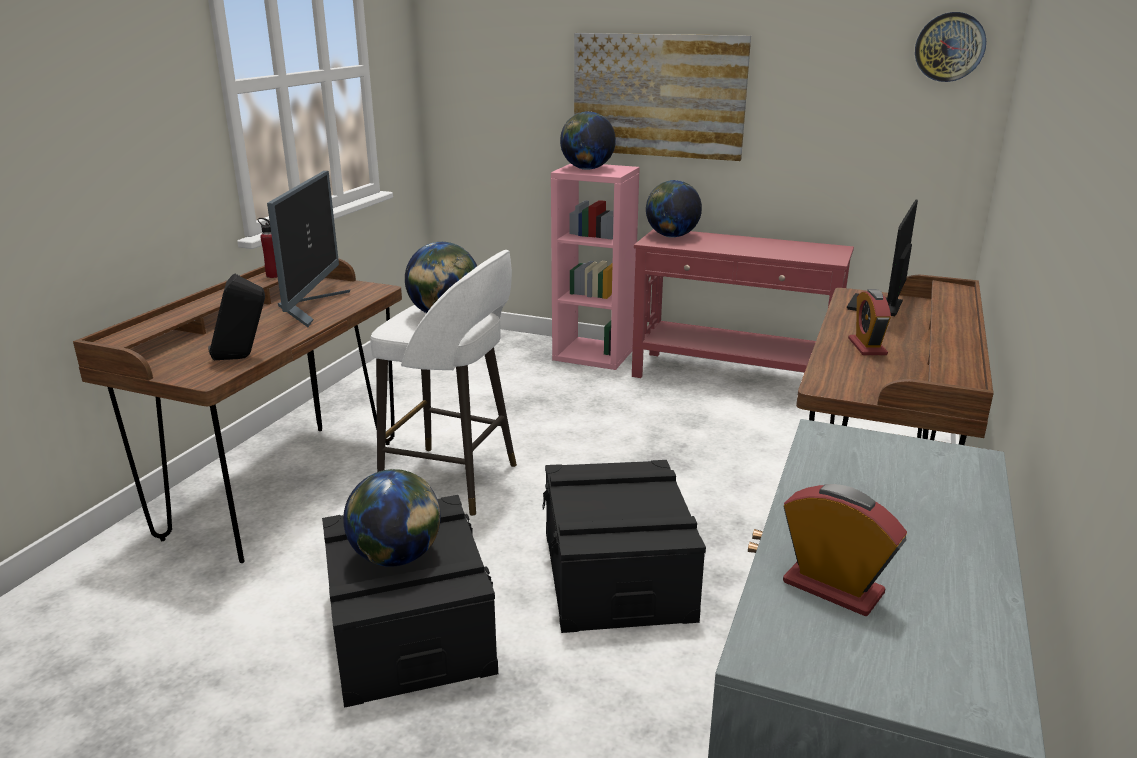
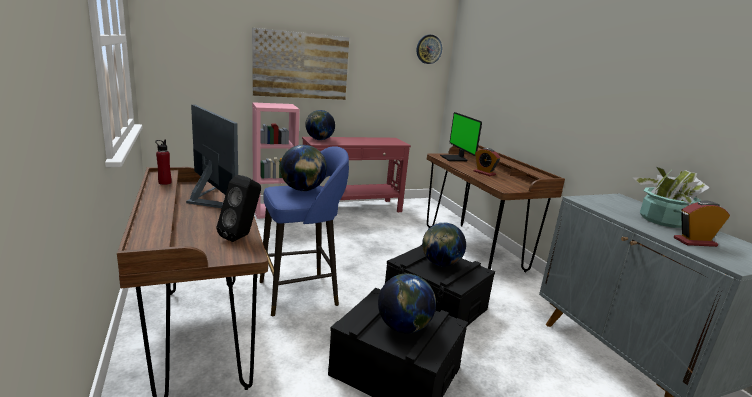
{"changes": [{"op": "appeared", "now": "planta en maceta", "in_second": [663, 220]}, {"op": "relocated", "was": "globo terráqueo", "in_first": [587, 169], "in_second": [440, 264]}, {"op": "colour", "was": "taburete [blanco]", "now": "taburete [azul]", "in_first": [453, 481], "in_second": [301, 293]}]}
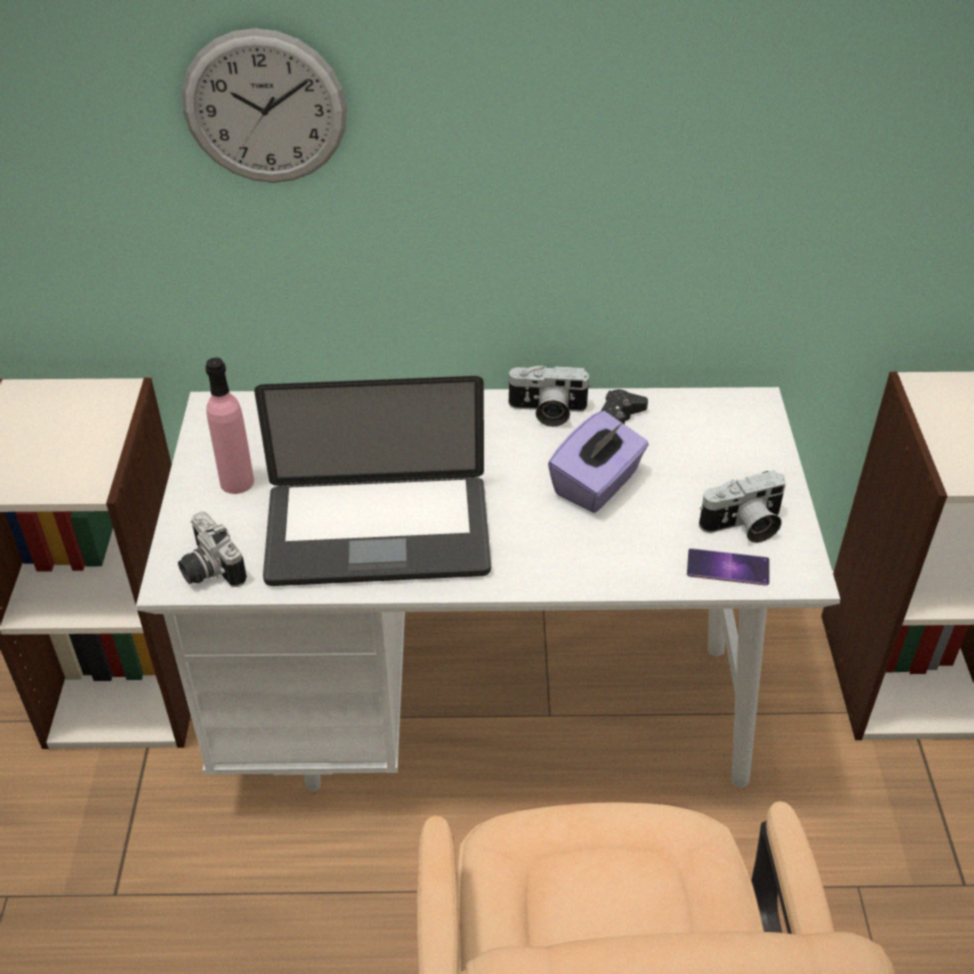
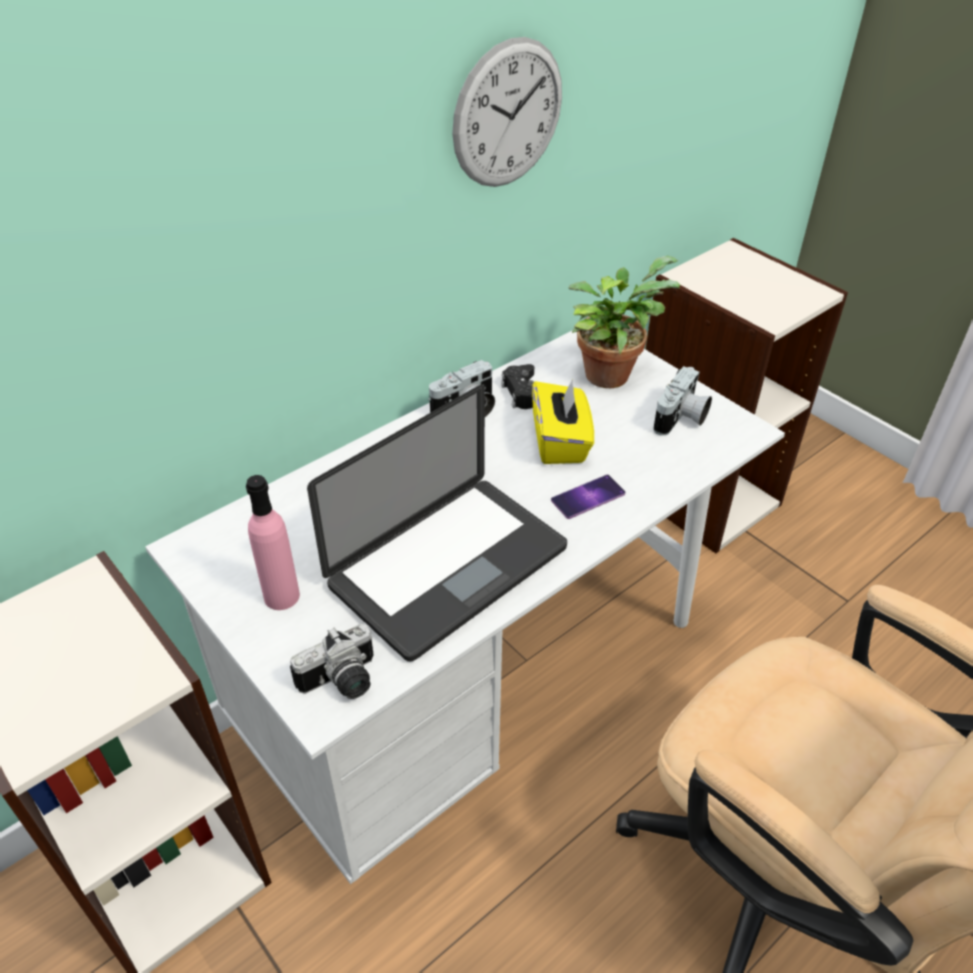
{"changes": [{"op": "appeared", "now": "planta en maceta", "in_second": [610, 372]}, {"op": "relocated", "was": "reloj de pared", "in_first": [265, 108], "in_second": [508, 114]}, {"op": "relocated", "was": "móvil", "in_first": [728, 567], "in_second": [588, 497]}, {"op": "colour", "was": "caja de pañuelos [morado]", "now": "caja de pañuelos [amarillo]", "in_first": [597, 484], "in_second": [560, 442]}, {"op": "spun", "was": "cámara", "in_first": [208, 570], "in_second": [342, 683], "clockwise": -45}]}
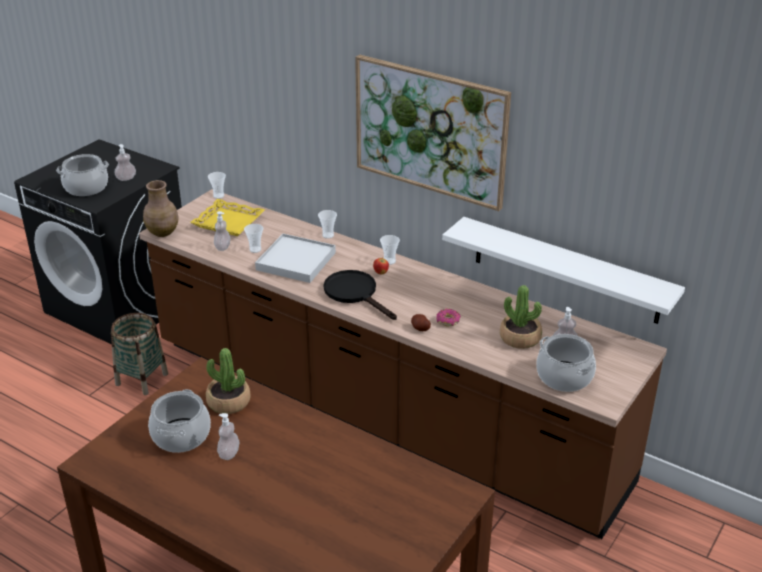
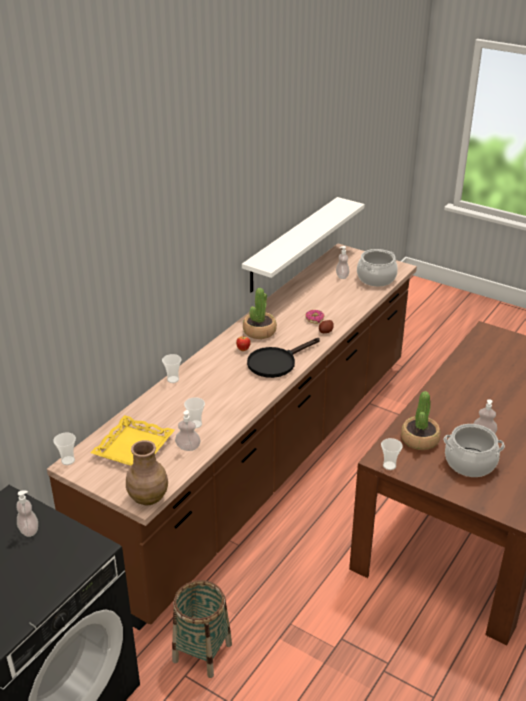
{"changes": [{"op": "missing", "was": "olla", "in_first": [86, 187]}, {"op": "missing", "was": "bandeja [blanco]", "in_first": [295, 261]}, {"op": "missing", "was": "cuadro", "in_first": [430, 130]}, {"op": "relocated", "was": "taza", "in_first": [389, 261], "in_second": [389, 465]}, {"op": "relocated", "was": "planta en maceta", "in_first": [520, 338], "in_second": [259, 331]}]}
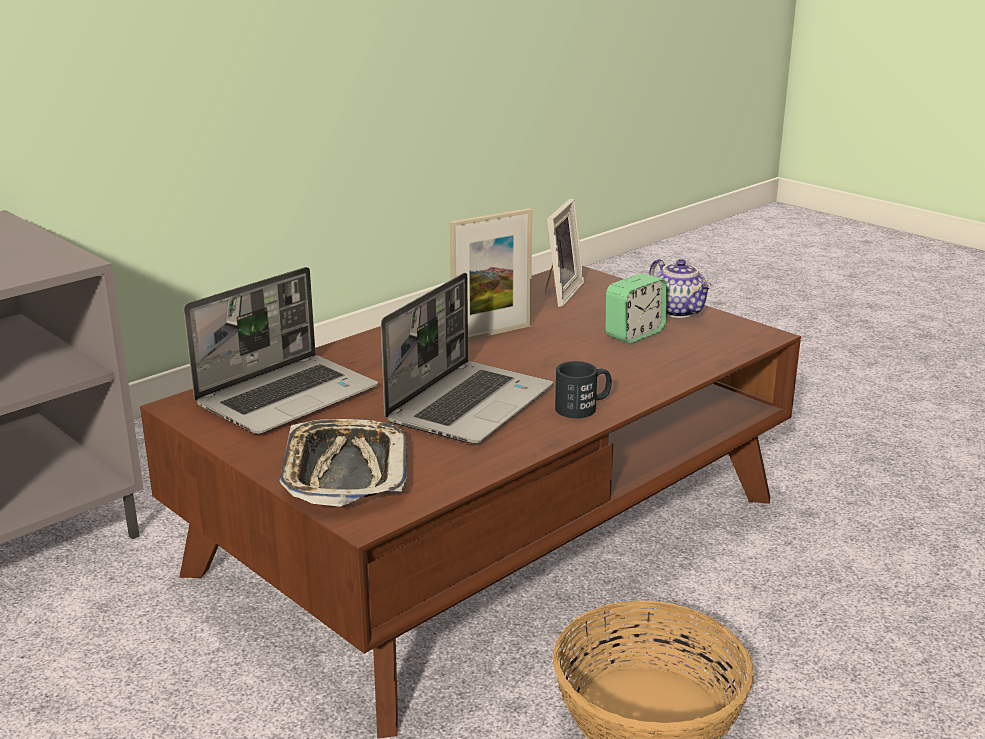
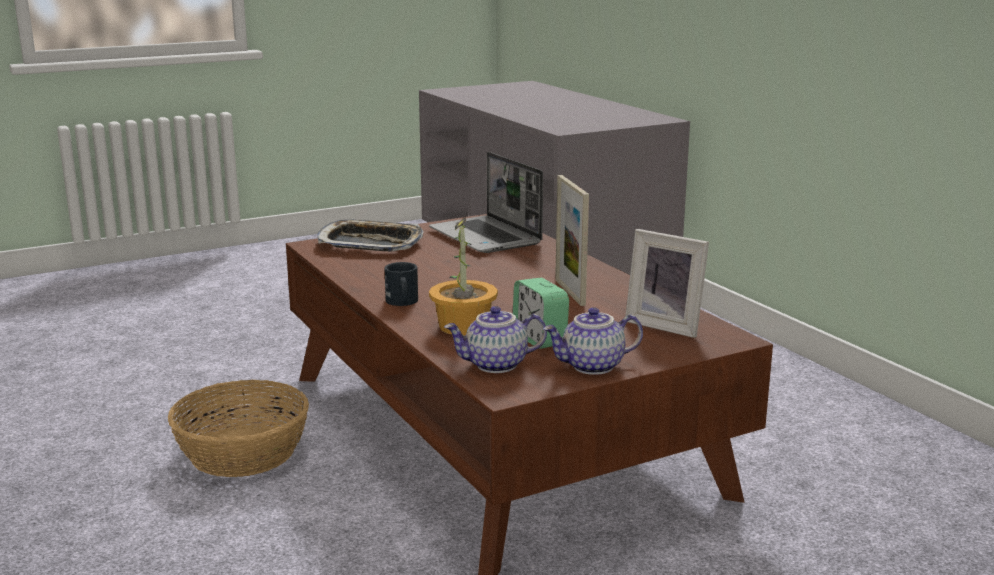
{"changes": [{"op": "missing", "was": "portátil", "in_first": [470, 404]}, {"op": "appeared", "now": "planta en maceta", "in_second": [464, 326]}, {"op": "appeared", "now": "tetera", "in_second": [496, 365]}]}
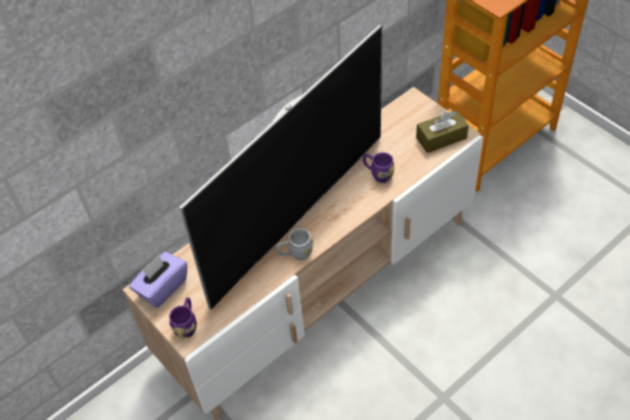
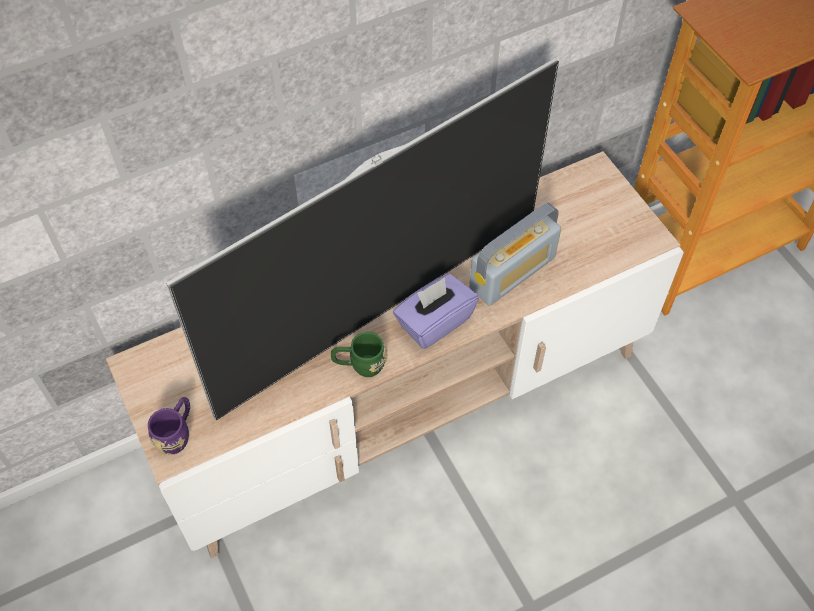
{"changes": [{"op": "missing", "was": "caja de pañuelos [marrón]", "in_first": [441, 138]}, {"op": "relocated", "was": "caja de pañuelos [morado]", "in_first": [162, 287], "in_second": [434, 322]}, {"op": "exchanged", "was": "taza grande [morado]", "now": "radio", "in_first": [377, 174], "in_second": [512, 272]}, {"op": "colour", "was": "taza grande [gris]", "now": "taza grande [verde]", "in_first": [295, 253], "in_second": [359, 365]}]}
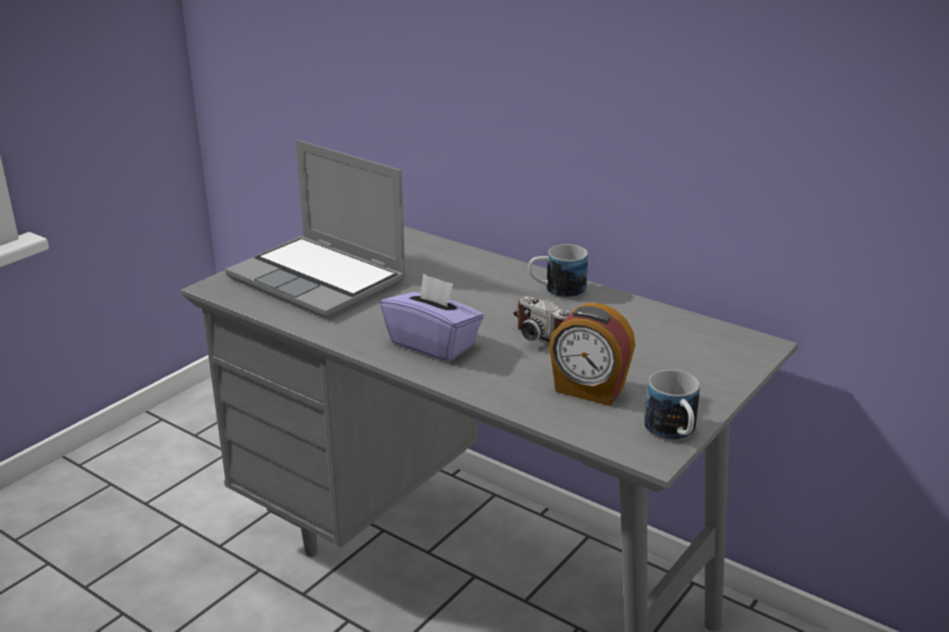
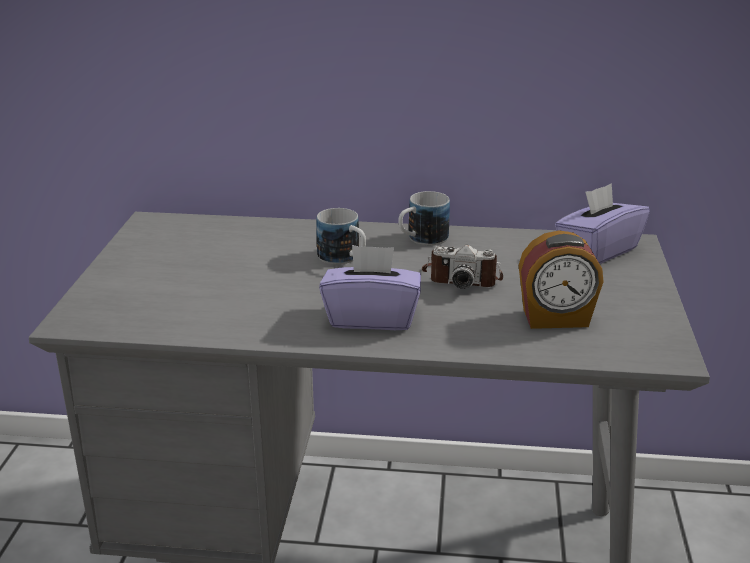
{"changes": [{"op": "missing", "was": "portátil", "in_first": [320, 279]}, {"op": "appeared", "now": "caja de pañuelos [morado]", "in_second": [597, 251]}, {"op": "relocated", "was": "taza grande", "in_first": [673, 434], "in_second": [344, 259]}]}
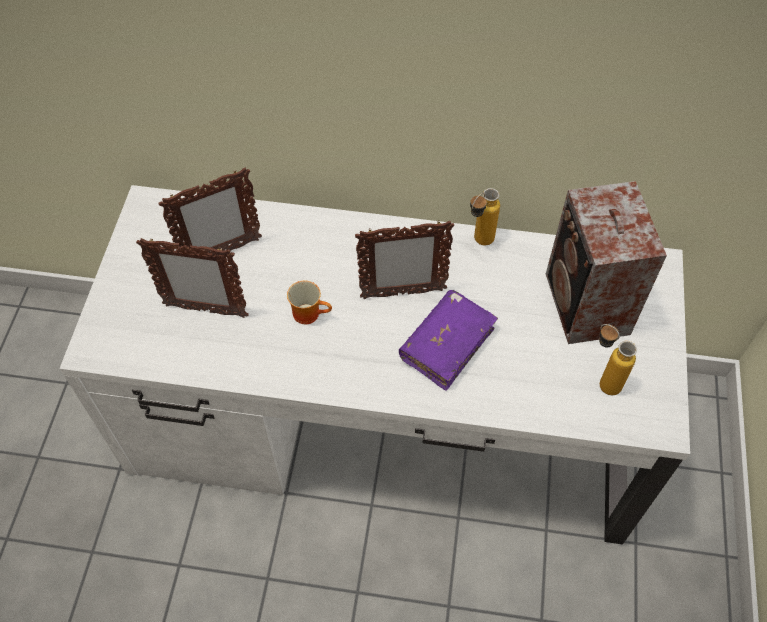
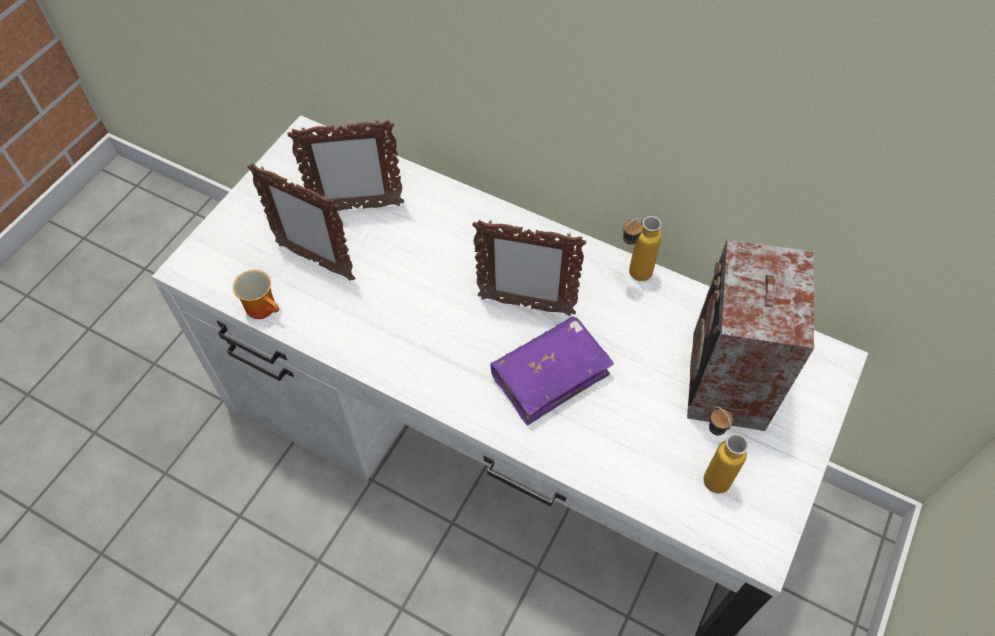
{"changes": [{"op": "relocated", "was": "taza grande", "in_first": [310, 312], "in_second": [265, 307]}]}
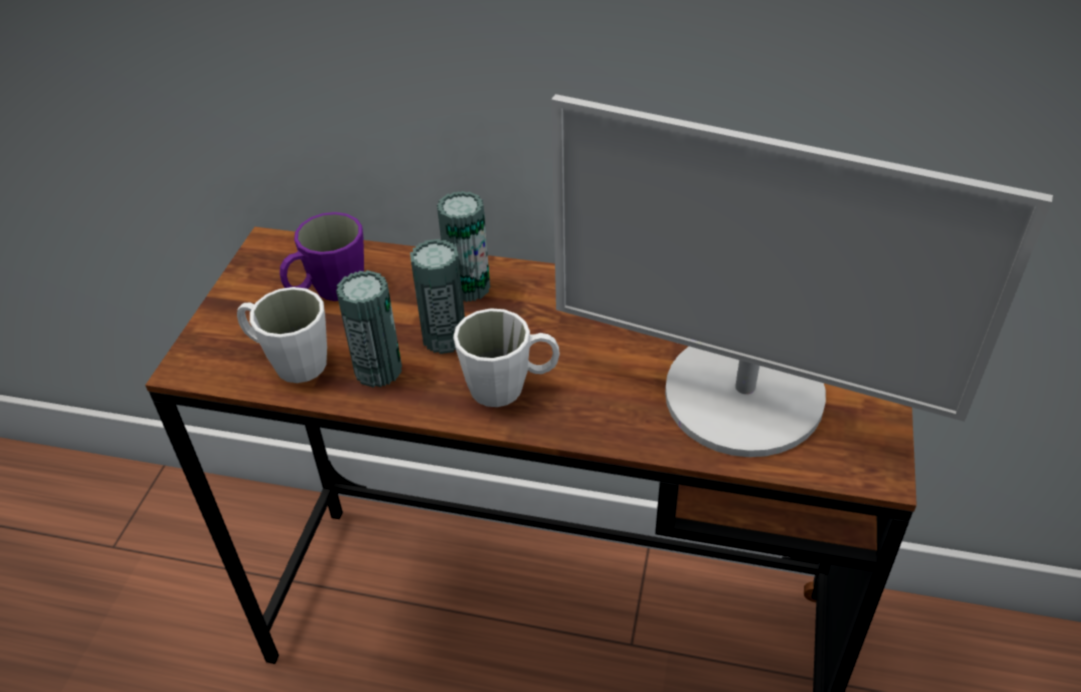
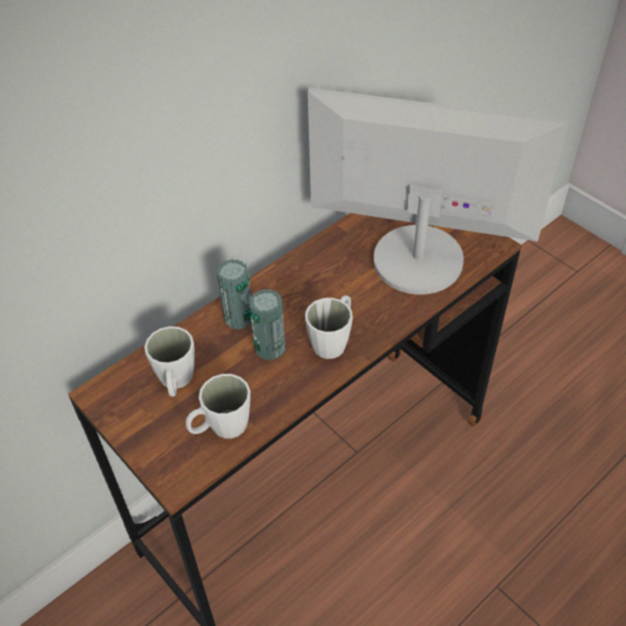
{"changes": [{"op": "missing", "was": "lata", "in_first": [378, 370]}, {"op": "colour", "was": "taza grande [morado]", "now": "taza grande [blanco]", "in_first": [329, 291], "in_second": [176, 382]}, {"op": "spun", "was": "monitor", "in_first": [744, 397], "in_second": [417, 259], "clockwise": -135}]}
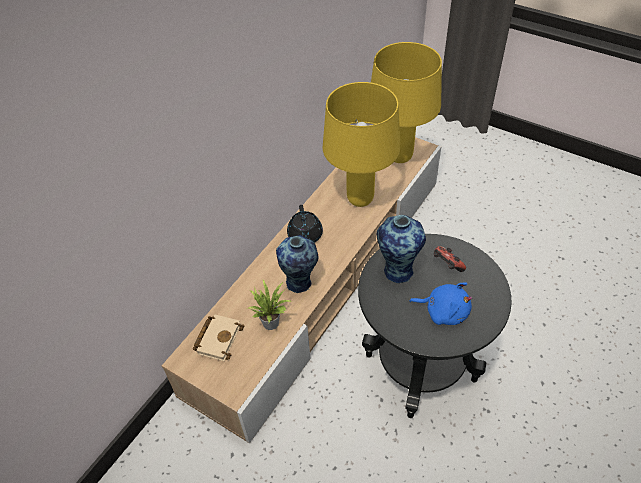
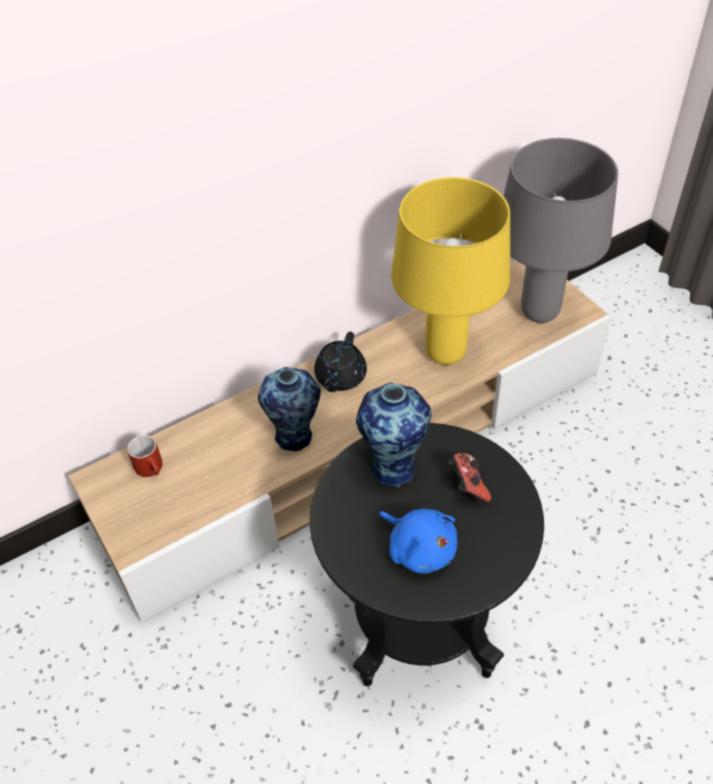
{"changes": [{"op": "missing", "was": "planta en maceta", "in_first": [271, 321]}, {"op": "exchanged", "was": "libro [beis]", "now": "taza grande [rojo]", "in_first": [218, 338], "in_second": [152, 469]}, {"op": "colour", "was": "lámpara de mesa [amarillo]", "now": "lámpara de mesa [gris]", "in_first": [399, 156], "in_second": [539, 311]}]}
